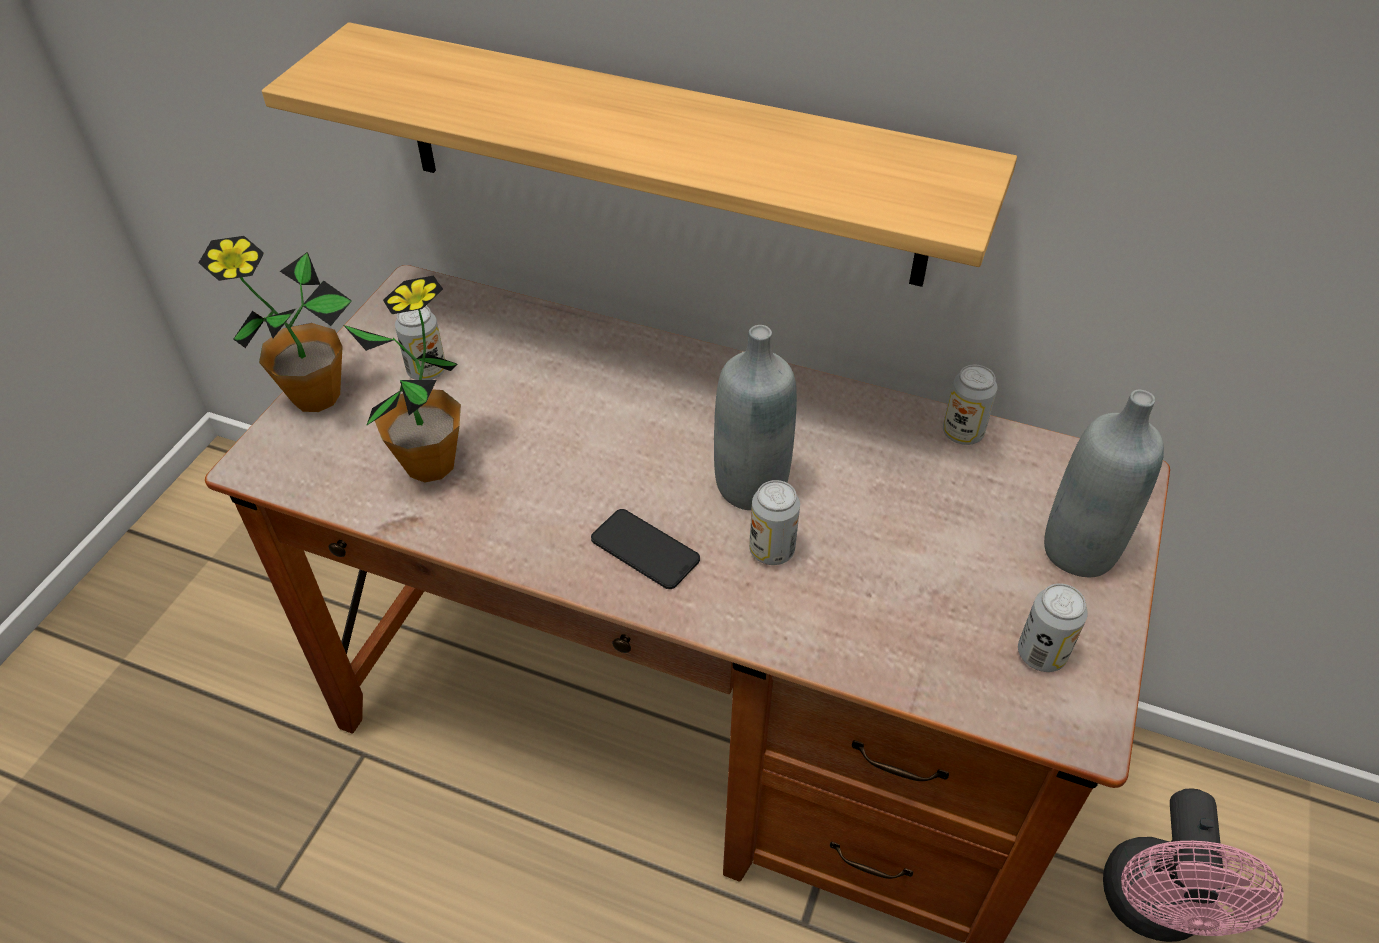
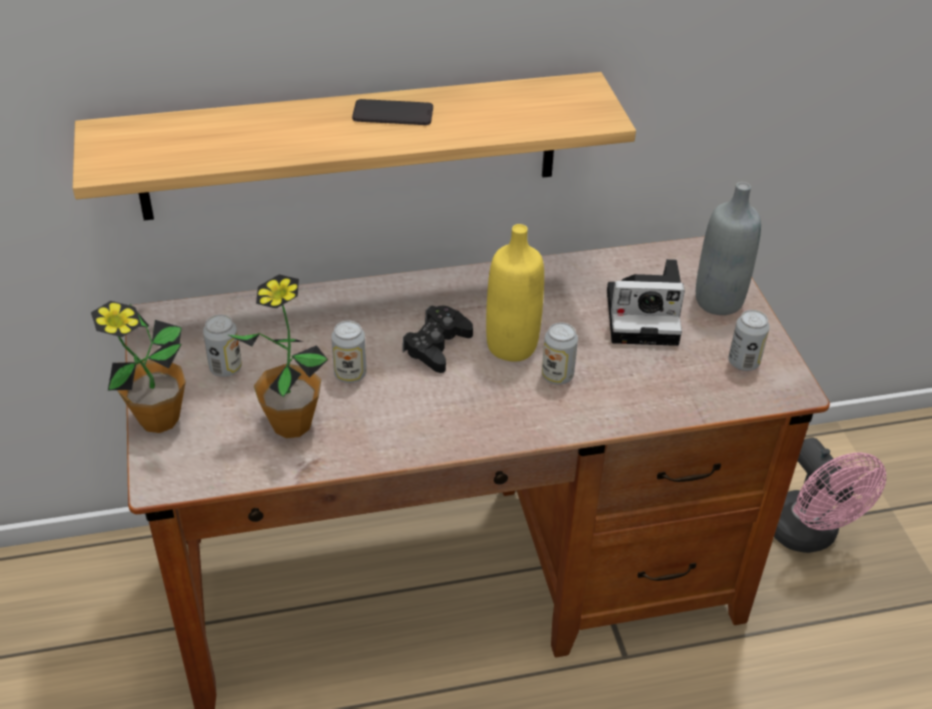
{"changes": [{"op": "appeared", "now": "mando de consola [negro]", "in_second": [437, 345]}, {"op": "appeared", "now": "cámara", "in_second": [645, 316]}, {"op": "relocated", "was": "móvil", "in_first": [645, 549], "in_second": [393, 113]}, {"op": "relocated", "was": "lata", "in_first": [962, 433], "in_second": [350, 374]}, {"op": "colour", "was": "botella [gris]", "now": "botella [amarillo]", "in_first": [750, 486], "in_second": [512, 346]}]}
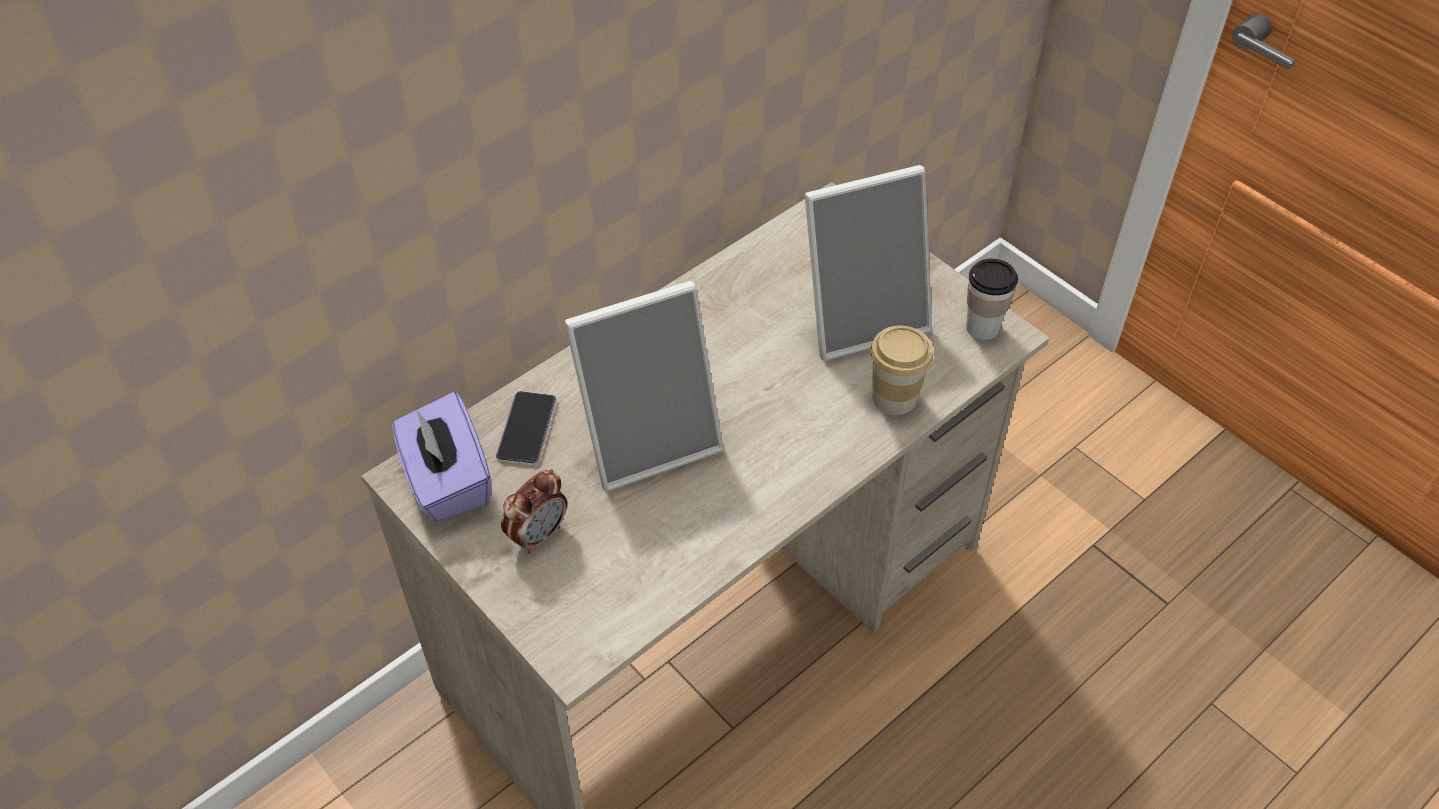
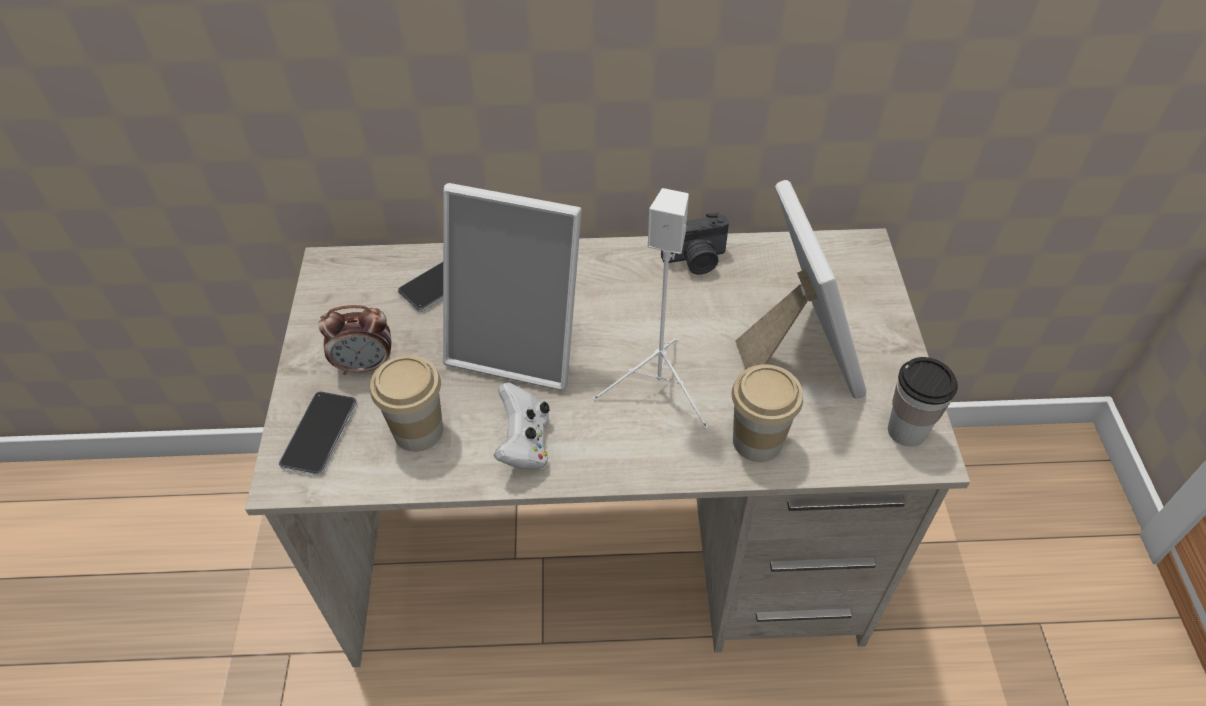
{"changes": [{"op": "missing", "was": "caja de pañuelos [morado]", "in_first": [447, 481]}, {"op": "appeared", "now": "móvil", "in_second": [319, 434]}, {"op": "appeared", "now": "taza", "in_second": [418, 431]}, {"op": "appeared", "now": "mando de consola [blanco]", "in_second": [524, 444]}, {"op": "appeared", "now": "altavoz [blanco]", "in_second": [660, 388]}, {"op": "appeared", "now": "cámara", "in_second": [695, 260]}, {"op": "spun", "was": "portarretratos", "in_first": [861, 317], "in_second": [797, 354], "clockwise": -120}]}
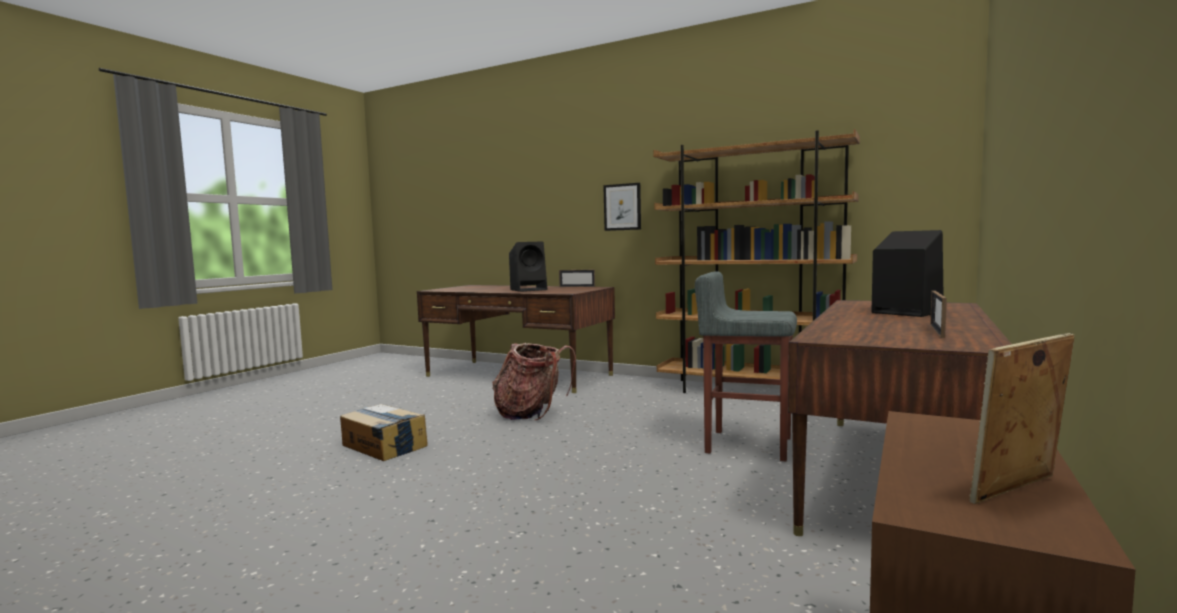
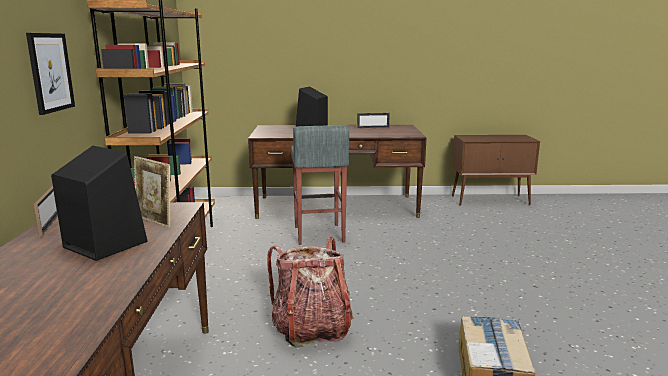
{"changes": [{"op": "relocated", "was": "portarretratos", "in_first": [1018, 492], "in_second": [155, 221]}]}
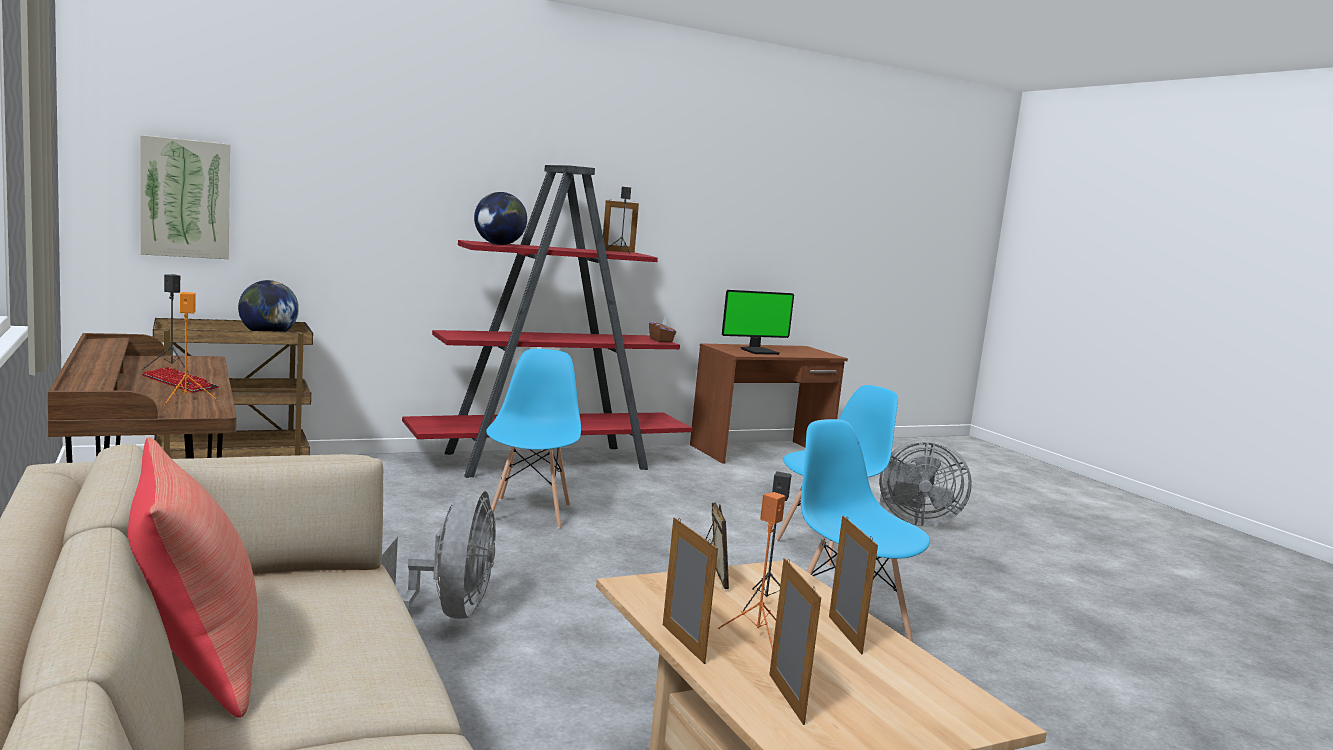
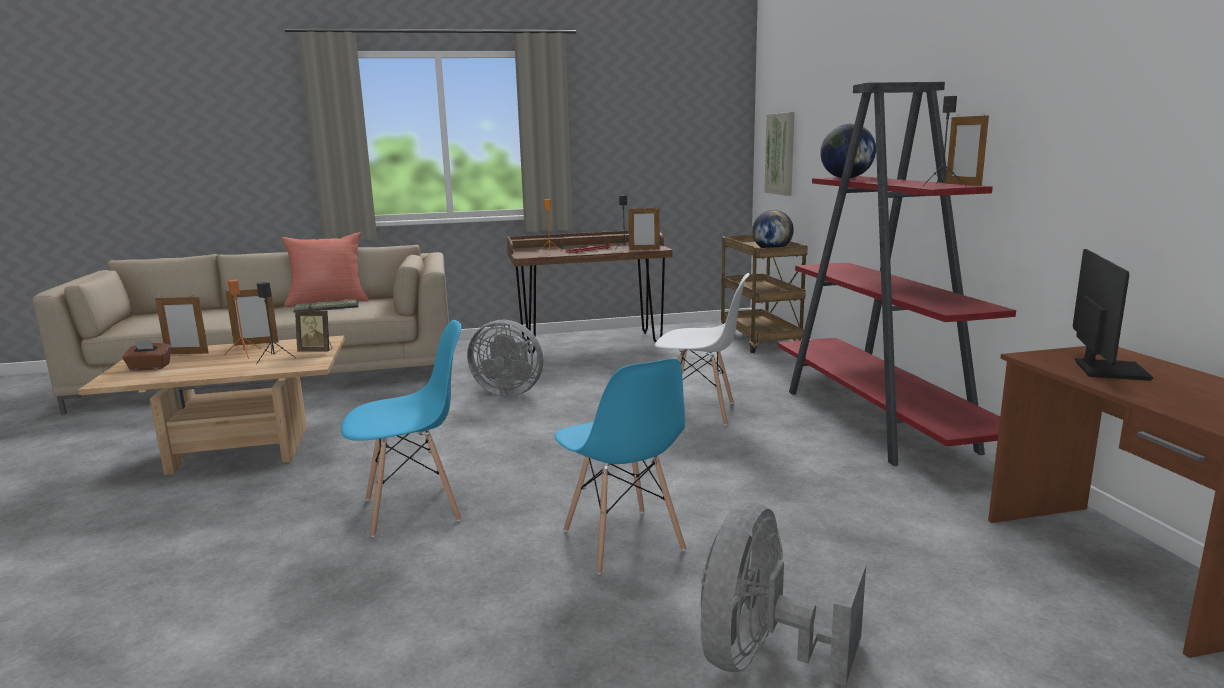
{"changes": [{"op": "appeared", "now": "teclado", "in_second": [327, 307]}, {"op": "relocated", "was": "caja de pañuelos [marrón]", "in_first": [661, 340], "in_second": [149, 367]}, {"op": "relocated", "was": "portarretratos", "in_first": [844, 634], "in_second": [644, 249]}, {"op": "colour", "was": "silla [azul]", "now": "silla [blanco]", "in_first": [530, 513], "in_second": [699, 412]}, {"op": "spun", "was": "monitor", "in_first": [759, 351], "in_second": [1107, 370], "clockwise": -150}]}
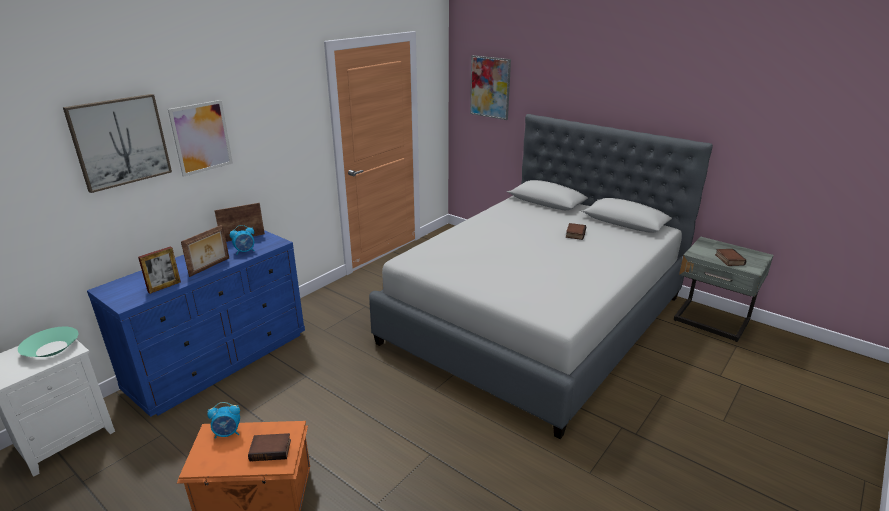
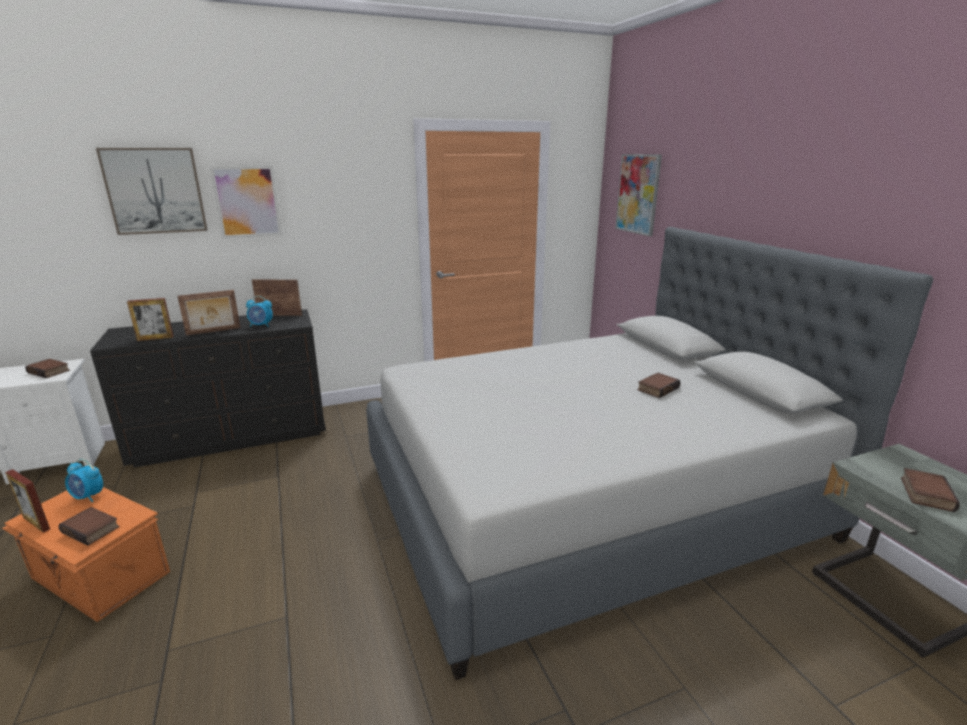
{"changes": [{"op": "appeared", "now": "portarretratos", "in_second": [36, 523]}, {"op": "exchanged", "was": "cuenco [turquesa]", "now": "libro", "in_first": [52, 348], "in_second": [50, 371]}, {"op": "colour", "was": "cómoda [azul]", "now": "cómoda [negro]", "in_first": [221, 360], "in_second": [234, 436]}]}
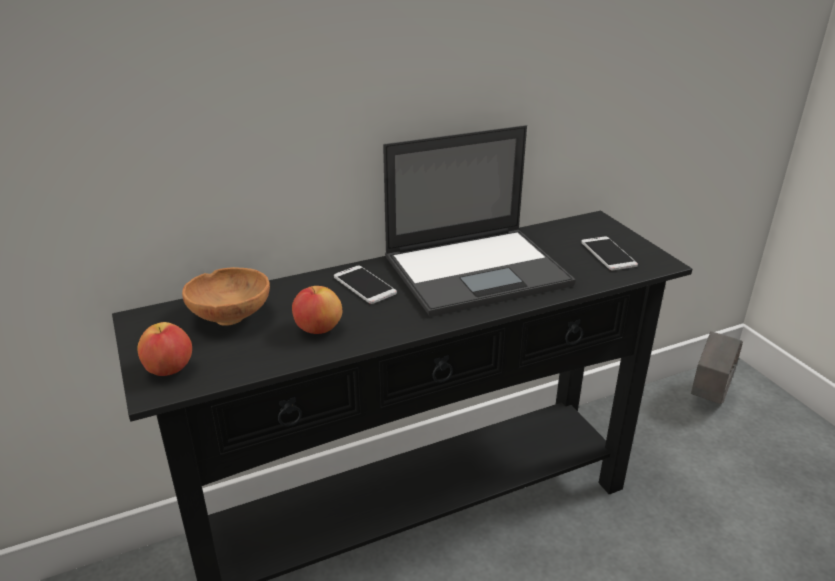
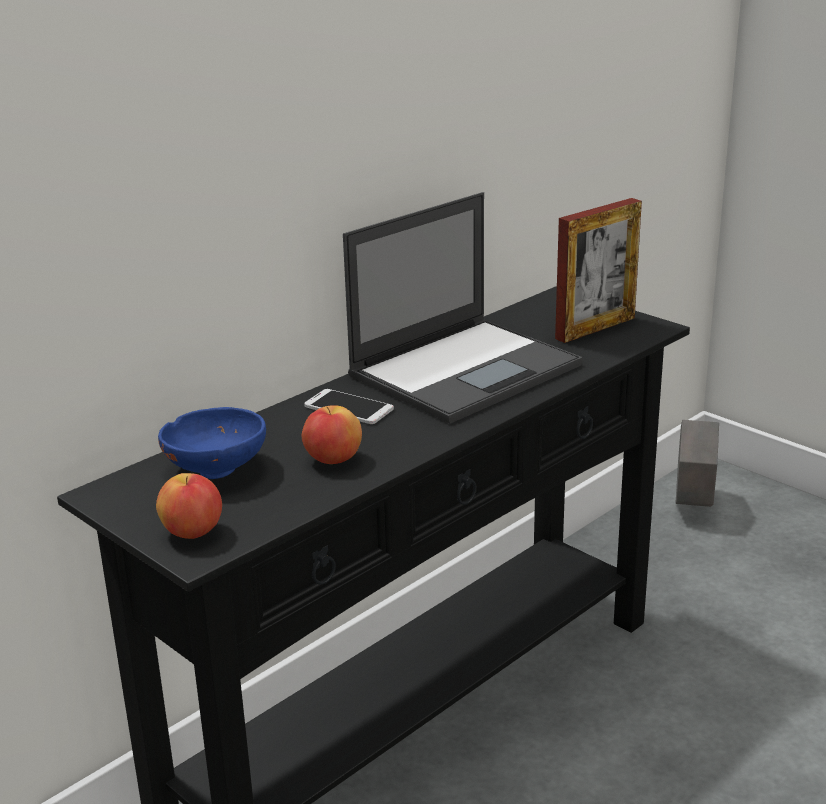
{"changes": [{"op": "exchanged", "was": "móvil", "now": "portarretratos", "in_first": [608, 254], "in_second": [595, 328]}, {"op": "colour", "was": "cuenco [marrón]", "now": "cuenco [azul]", "in_first": [232, 315], "in_second": [216, 467]}]}
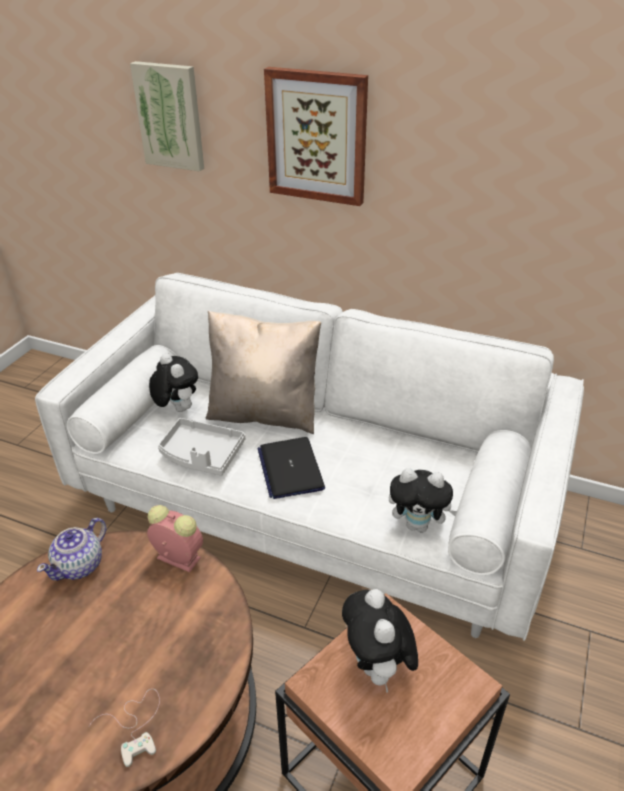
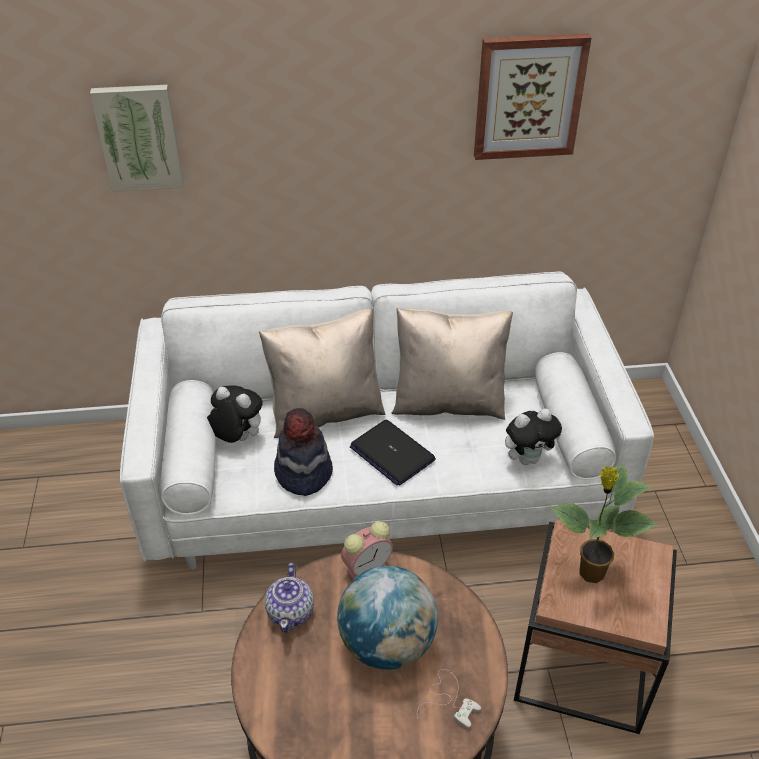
{"changes": [{"op": "appeared", "now": "globo terráqueo", "in_second": [387, 644]}, {"op": "appeared", "now": "cojín [beis]", "in_second": [448, 402]}, {"op": "relocated", "was": "cuadro", "in_first": [317, 136], "in_second": [528, 96]}, {"op": "exchanged", "was": "bandeja [gris]", "now": "sombrero", "in_first": [201, 455], "in_second": [303, 473]}, {"op": "exchanged", "was": "peluche", "now": "planta en maceta", "in_first": [377, 668], "in_second": [590, 573]}, {"op": "spun", "was": "despertador", "in_first": [177, 557], "in_second": [368, 567], "clockwise": 150}]}
